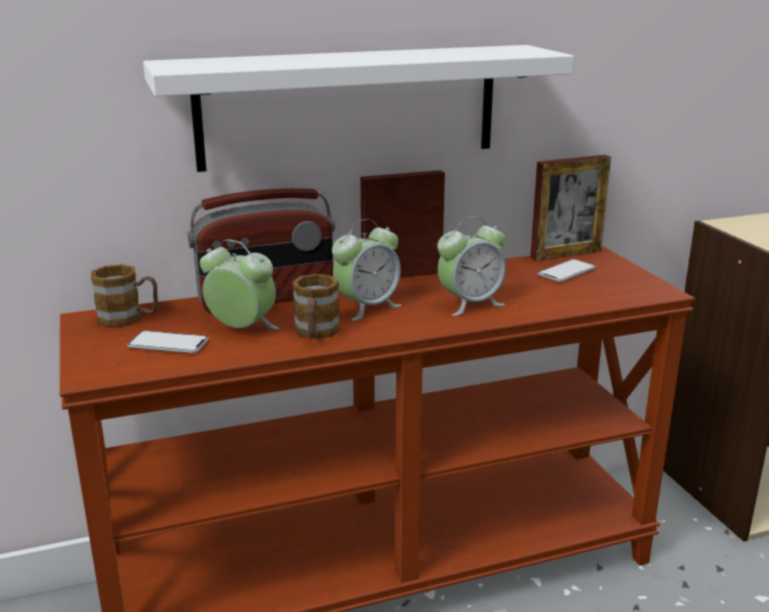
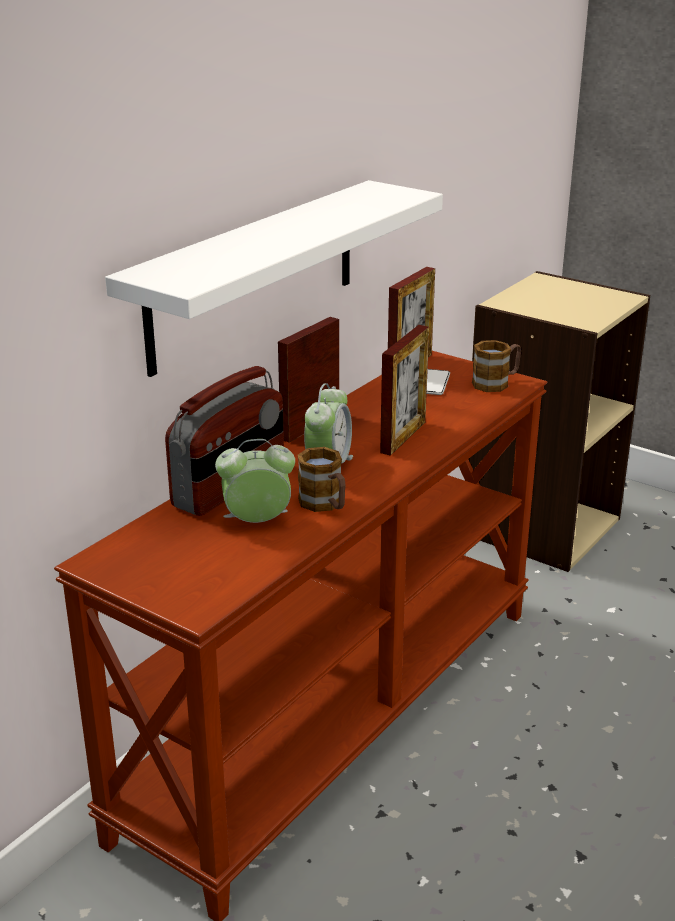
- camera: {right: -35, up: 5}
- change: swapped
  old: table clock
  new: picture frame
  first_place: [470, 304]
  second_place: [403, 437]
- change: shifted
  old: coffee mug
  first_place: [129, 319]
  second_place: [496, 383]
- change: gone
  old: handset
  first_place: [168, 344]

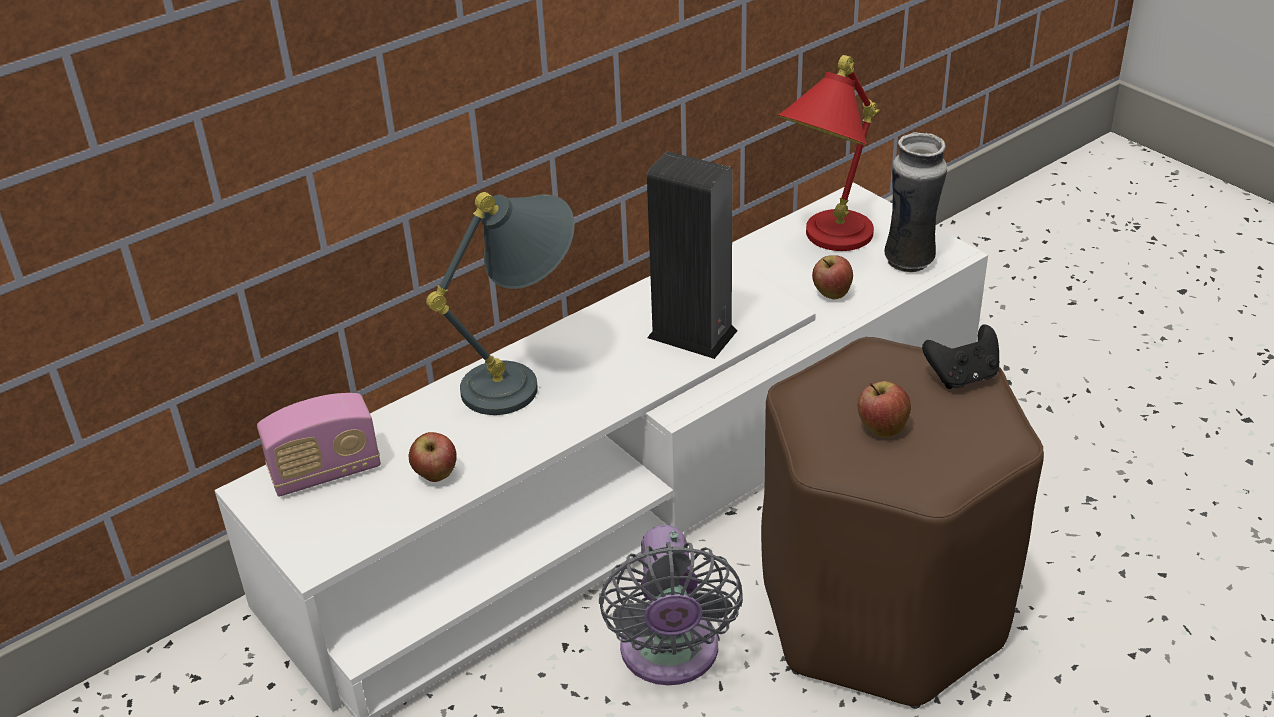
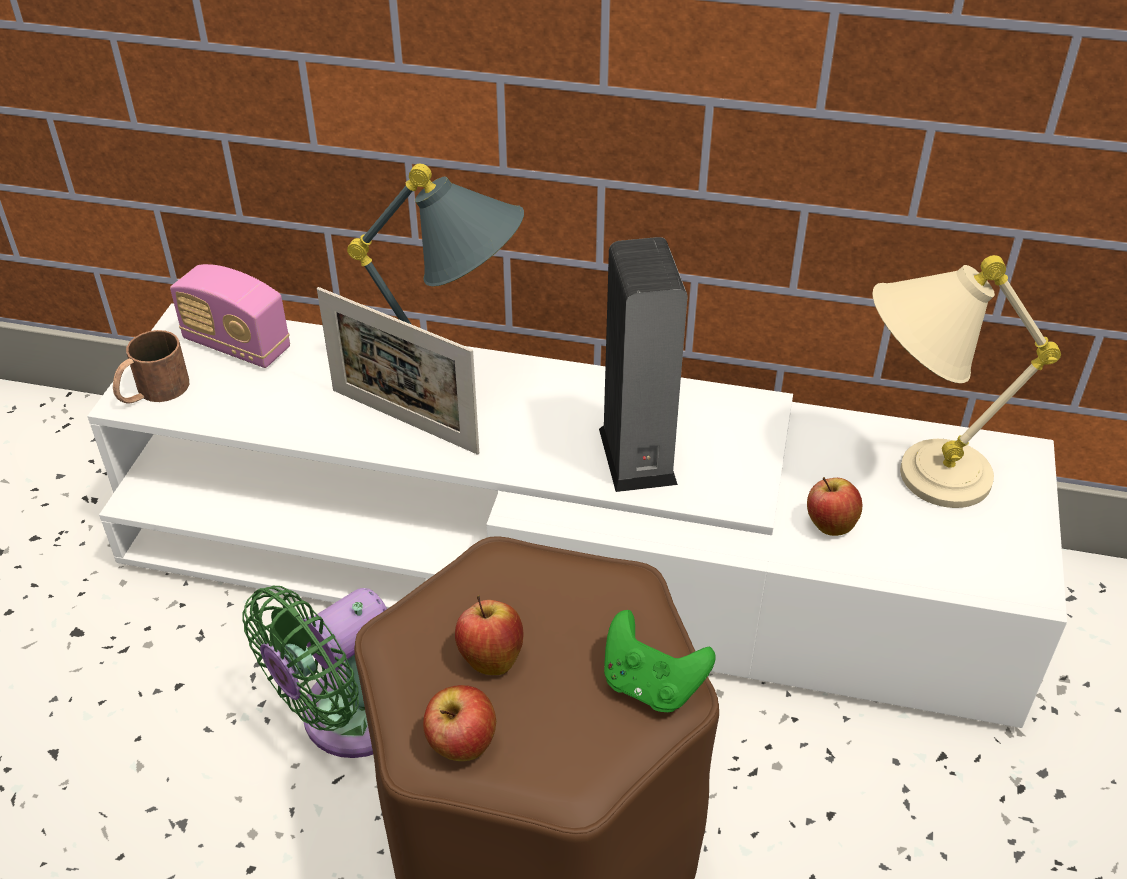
- camera: {right: 50, up: 5}
- change: repainted
  old: tabletop lamp in reddish
  new: tabletop lamp in beige-coloured
  first_place: [825, 244]
  second_place: [911, 475]
- change: gone
  old: vase
  first_place: [910, 261]
- change: repainted
  old: gamepad in black
  new: gamepad in green-coloured
  first_place: [962, 377]
  second_place: [651, 685]
- change: shifted
  old: apple
  first_place: [436, 476]
  second_place: [462, 746]
- change: repainted
  old: cooling fan in grey
  new: cooling fan in green-coloured
  first_place: [670, 656]
  second_place: [346, 718]
- change: new
  new: picture frame
  second_place: [404, 421]
- change: new
  new: coffee mug in brown
  second_place: [152, 392]

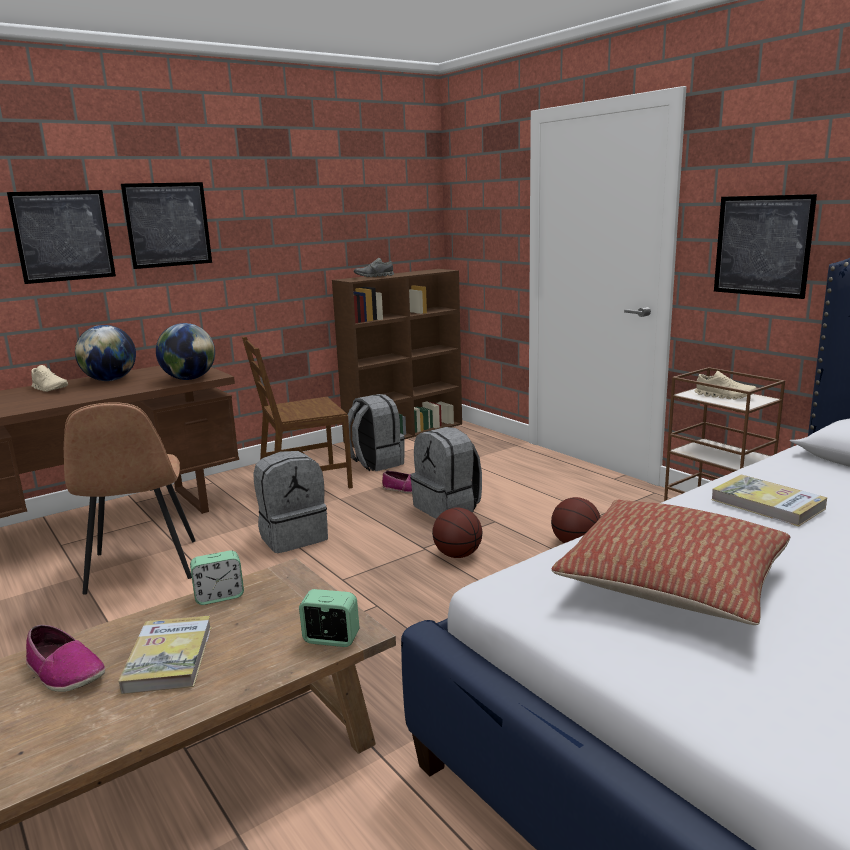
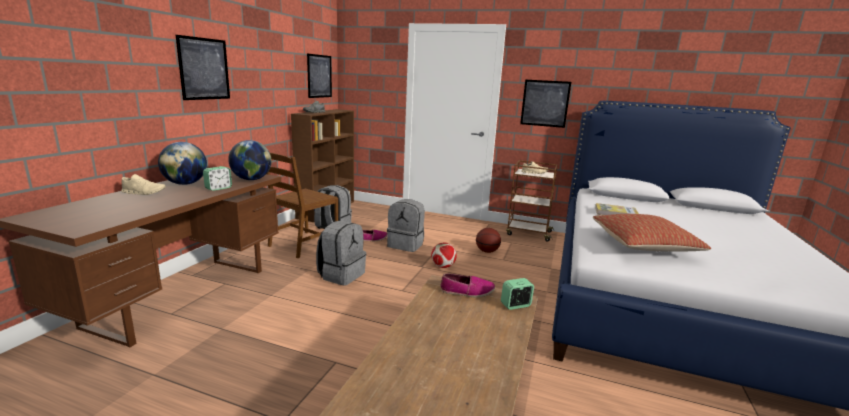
- camera: {right: -35, up: 0}
- change: shifted
  old: wall picture
  first_place: [63, 236]
  second_place: [319, 76]
- change: gone
  old: chair in brown
  first_place: [142, 567]
- change: swapped
  old: basketball ball
  new: football
  first_place: [458, 555]
  second_place: [443, 266]
- change: shifted
  old: table clock
  first_place: [219, 596]
  second_place: [218, 188]
- change: gone
  old: volume
  first_place: [169, 658]
- change: shifted
  old: low shoe
  first_place: [64, 672]
  second_place: [467, 291]

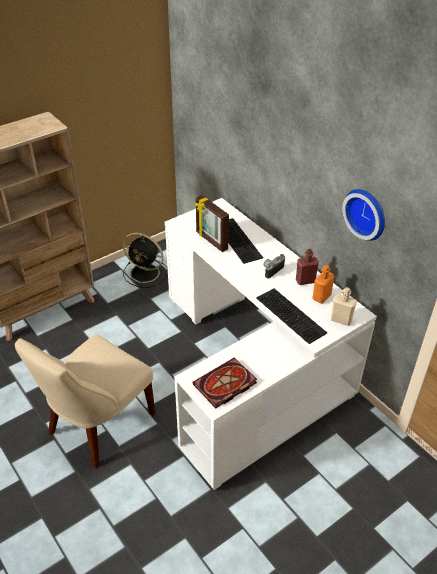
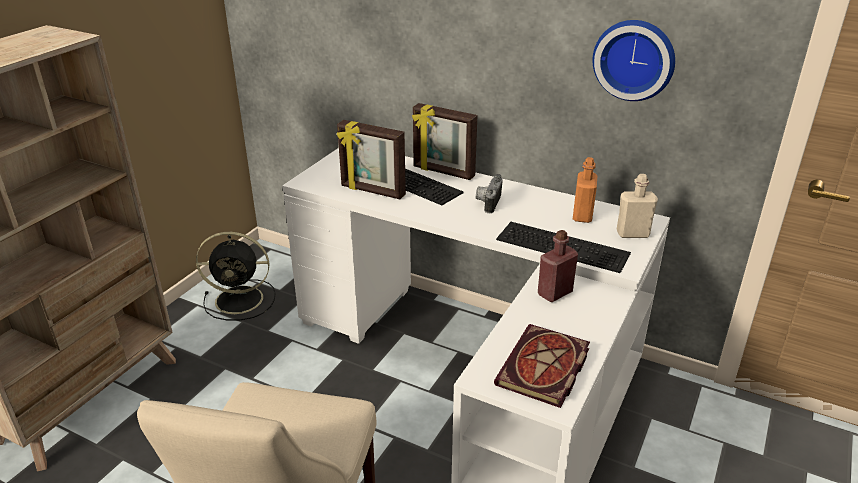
- camera: {right: -25, up: -10}
- change: shifted
  old: bottle in reddish
  first_place: [305, 281]
  second_place: [555, 293]
- change: new
  new: picture frame
  second_place: [443, 172]

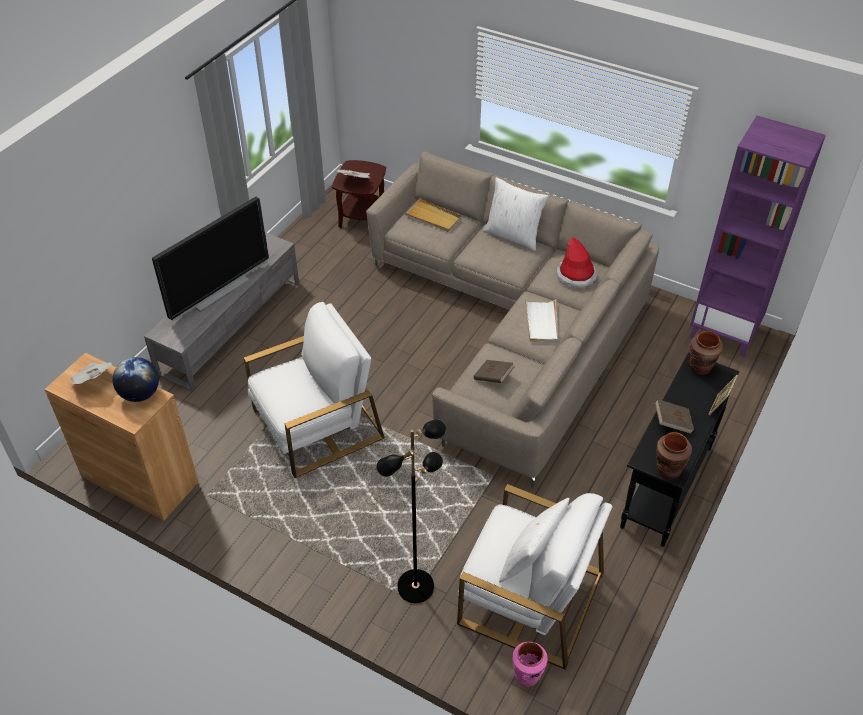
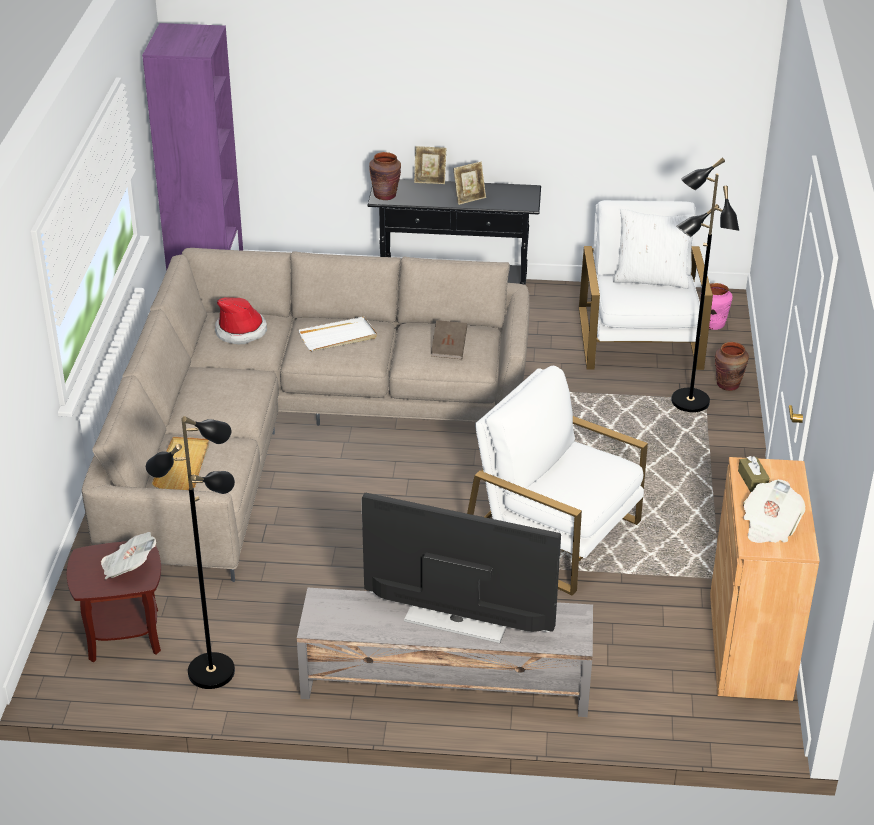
- camera: {right: -115, up: -10}
- change: gone
  old: cushion in white
  first_place: [513, 236]
- change: swapped
  old: globe
  new: box of tissues in brown
  first_place: [140, 394]
  second_place: [752, 480]
- change: swapped
  old: volume in brown
  new: picture frame
  first_place: [672, 422]
  second_place: [469, 198]
- change: shifted
  old: vase in brown
  first_place: [668, 470]
  second_place: [728, 384]
- change: new
  new: floor lamp in black
  second_place: [211, 670]

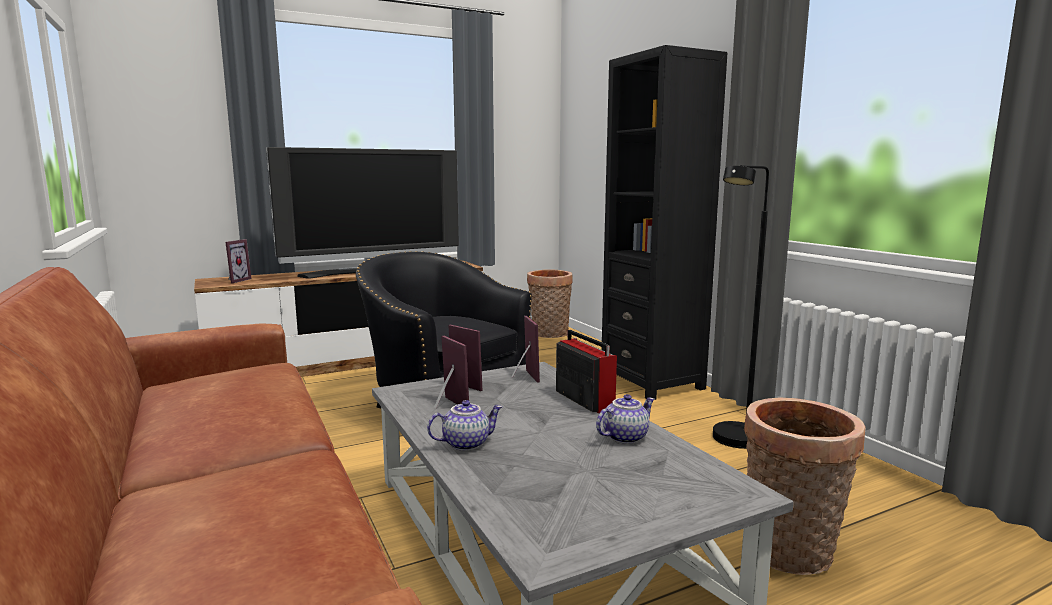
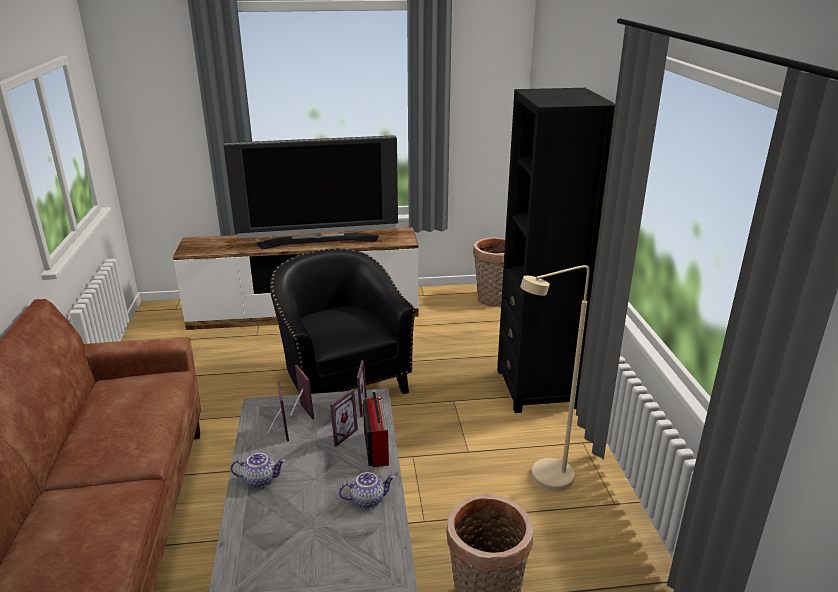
- camera: {right: 20, up: 15}
- change: repainted
  old: floor lamp in black
  new: floor lamp in beige-coloured
  first_place: [733, 443]
  second_place: [543, 482]
- change: shifted
  old: picture frame
  first_place: [235, 280]
  second_place: [339, 434]

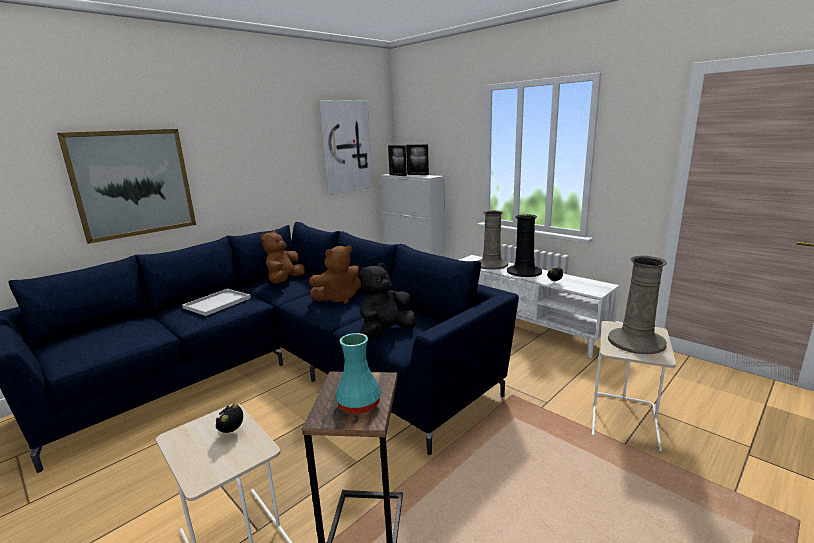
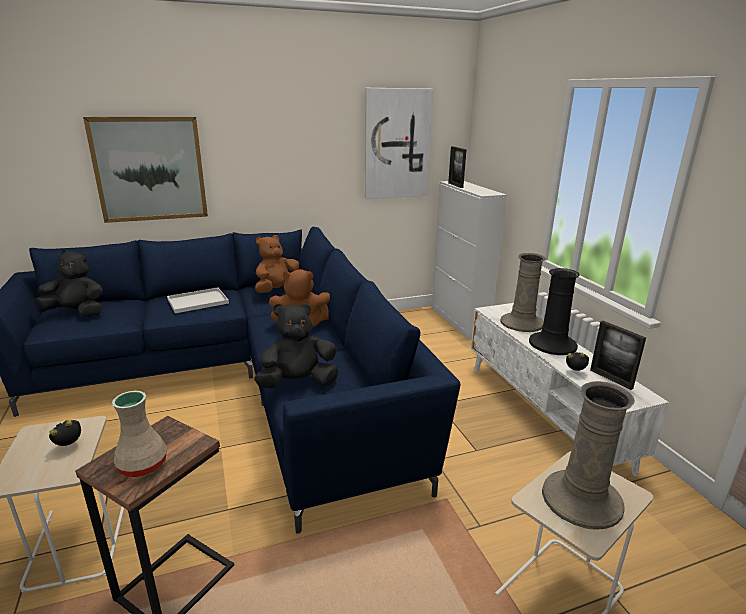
- camera: {right: 25, up: 5}
- change: shifted
  old: picture frame
  first_place: [417, 174]
  second_place: [611, 379]
- change: repainted
  old: vase in turquoise
  new: vase in beige-coloured
  first_place: [358, 406]
  second_place: [142, 466]
- change: new
  new: soft toy in black
  second_place: [77, 313]

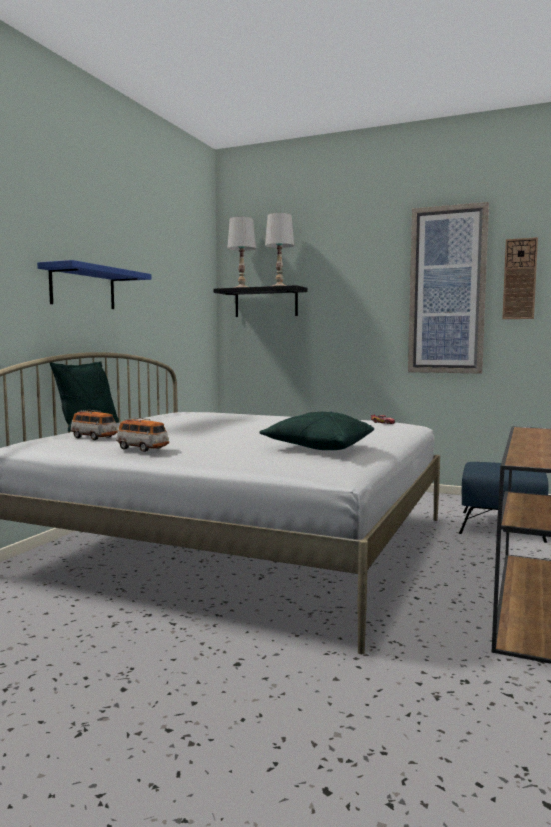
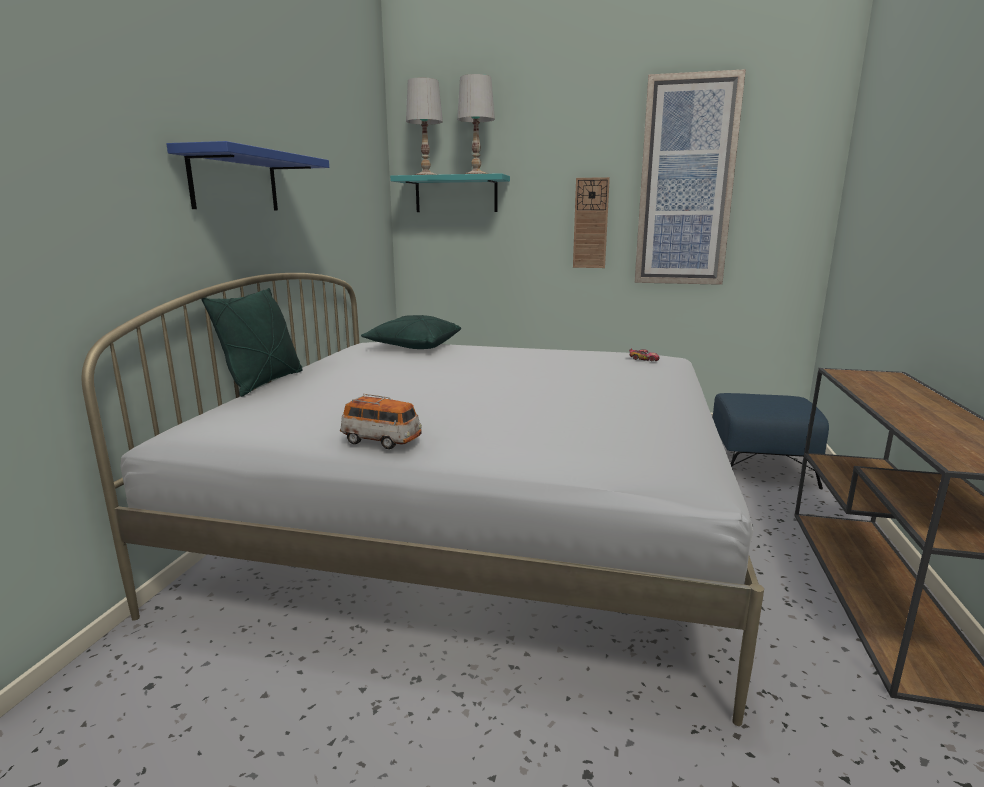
- camera: {right: -10, up: 10}
- change: shifted
  old: hanging clock
  first_place: [519, 279]
  second_place: [590, 223]
- change: repainted
  old: wall shelf in black
  new: wall shelf in turquoise
  first_place: [266, 302]
  second_place: [456, 194]
- change: gone
  old: model car
  first_place: [94, 437]
- change: shifted
  old: cushion in green-coloured
  first_place: [318, 448]
  second_place: [413, 346]

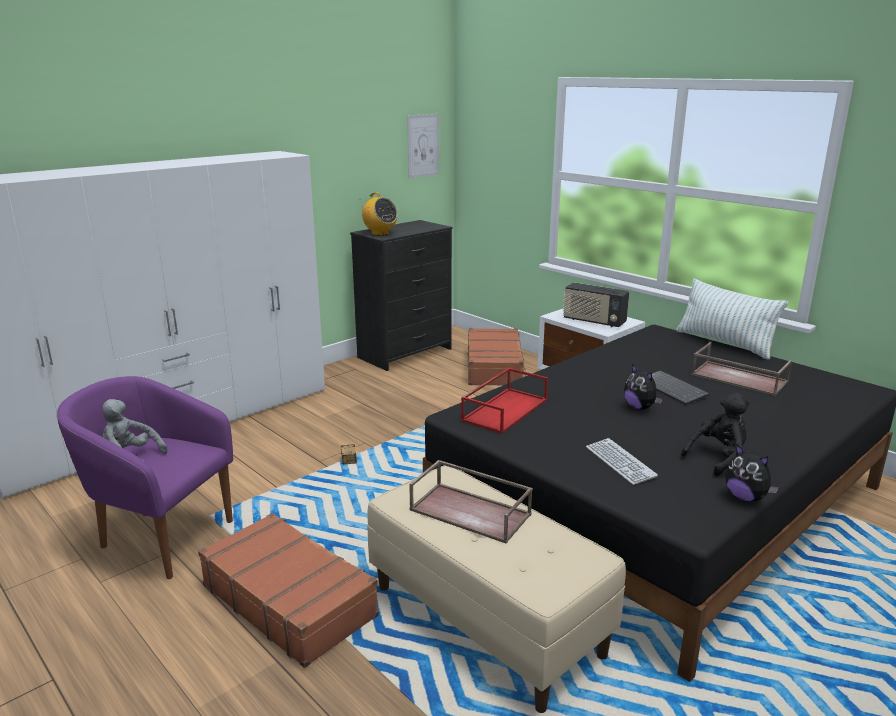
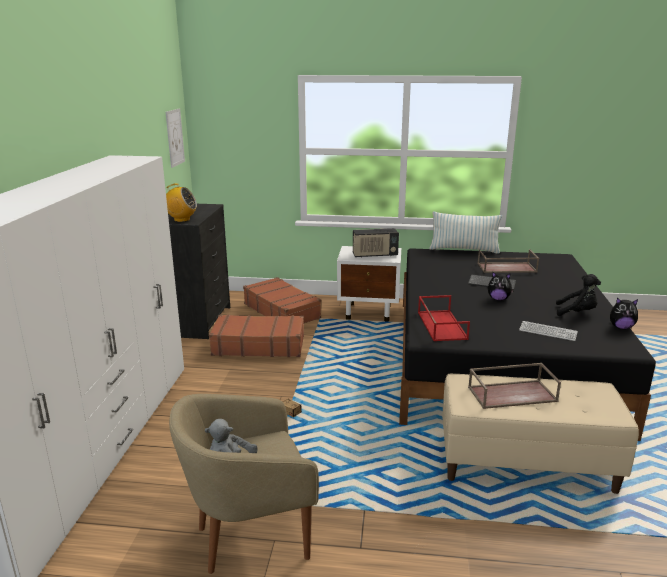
- camera: {right: -40, up: 0}
- change: repainted
  old: easy chair in purple
  new: easy chair in beige-coloured
  first_place: [161, 538]
  second_place: [249, 537]
- change: rotated
  old: soft toy in black
  first_place: [718, 458]
  second_place: [577, 313]
  degrees: 90
- change: shifted
  old: piece of luggage in brown
  first_place: [289, 600]
  second_place: [258, 345]

